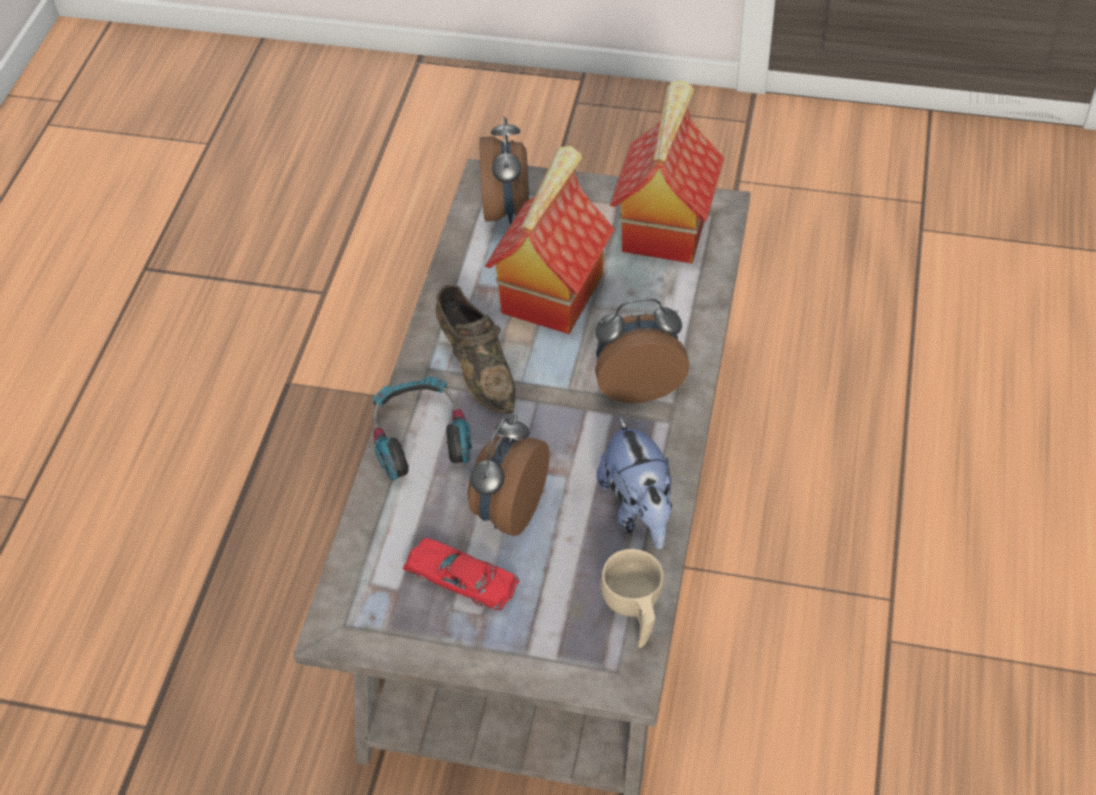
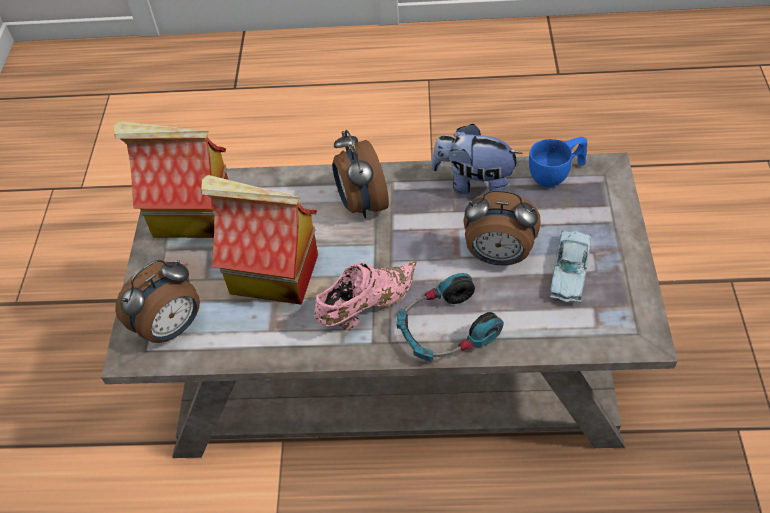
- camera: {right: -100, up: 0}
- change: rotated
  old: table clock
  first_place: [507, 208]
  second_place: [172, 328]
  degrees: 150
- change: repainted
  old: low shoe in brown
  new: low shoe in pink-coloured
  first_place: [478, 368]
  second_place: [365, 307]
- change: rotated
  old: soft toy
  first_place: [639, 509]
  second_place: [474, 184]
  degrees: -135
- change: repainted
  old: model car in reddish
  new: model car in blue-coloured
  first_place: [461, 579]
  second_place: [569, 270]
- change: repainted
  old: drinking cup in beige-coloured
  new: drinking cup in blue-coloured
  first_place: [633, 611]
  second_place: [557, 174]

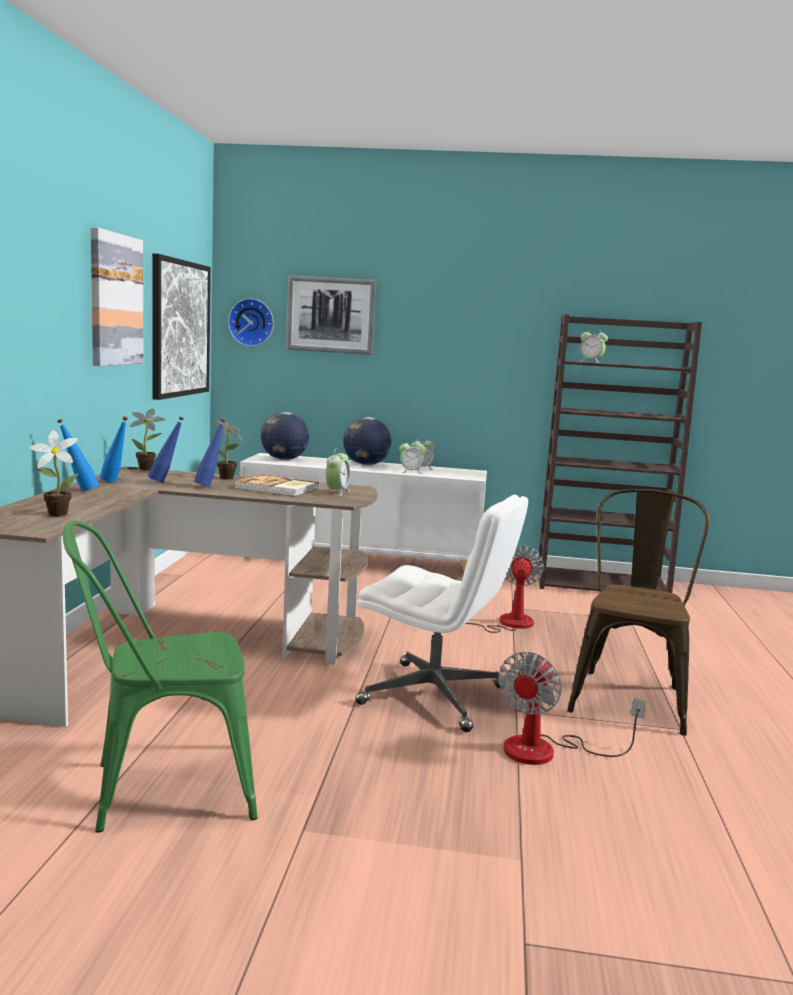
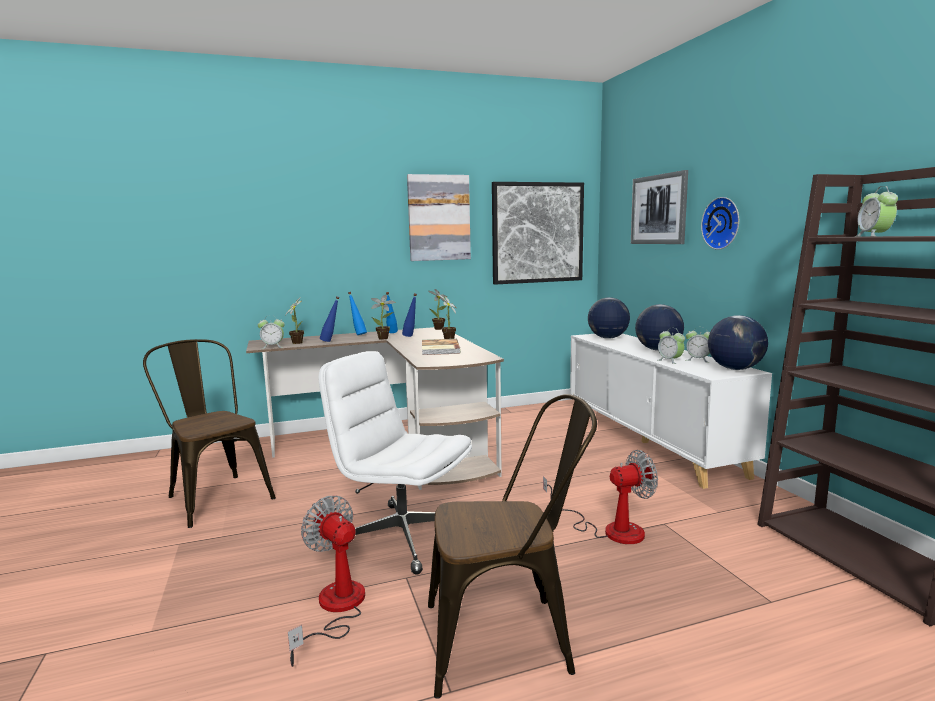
- camera: {right: 65, up: 0}
- change: shifted
  old: hanging clock
  first_place: [252, 322]
  second_place: [723, 223]
- change: shifted
  old: bottle in blue-coloured
  first_place: [210, 486]
  second_place: [331, 341]
- change: shifted
  old: table clock
  first_place: [337, 492]
  second_place: [273, 347]
- change: rotated
  old: office chair in white
  first_place: [435, 696]
  second_place: [401, 536]
  degrees: 120
- change: repainted
  old: chair in green-coloured
  new: chair in brown
  first_place: [159, 788]
  second_place: [215, 495]
- change: rotated
  old: cooling fan
  first_place: [547, 751]
  second_place: [335, 609]
  degrees: 45
- change: new
  new: houseplant
  second_place: [385, 338]
- change: new
  new: globe
  second_place: [735, 369]

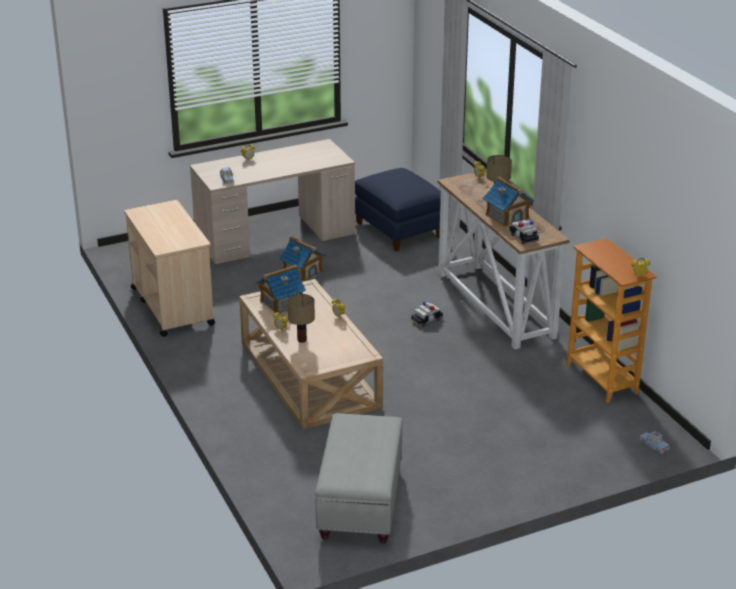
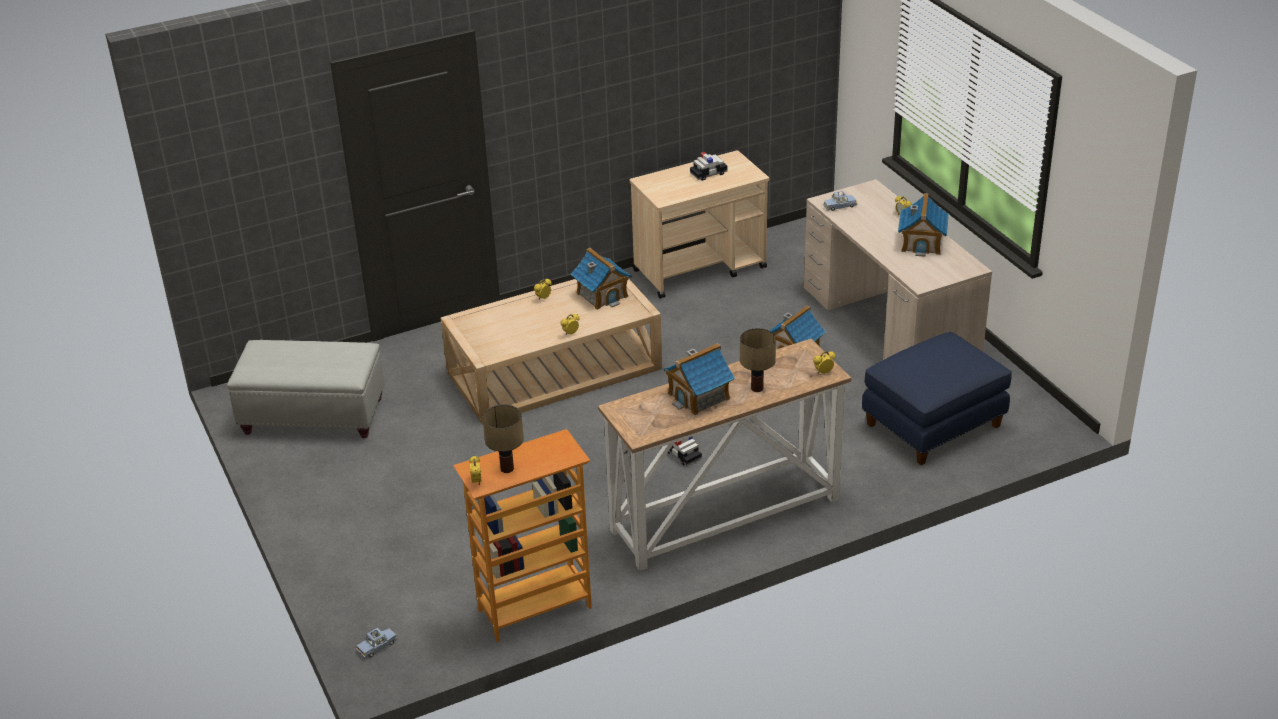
- camera: {right: 90, up: 5}
- change: shifted
  old: model car
  first_place: [523, 237]
  second_place: [708, 173]
- change: shifted
  old: tabletop lamp
  first_place: [302, 339]
  second_place: [508, 468]
- change: new
  new: toy house
  second_place: [922, 243]

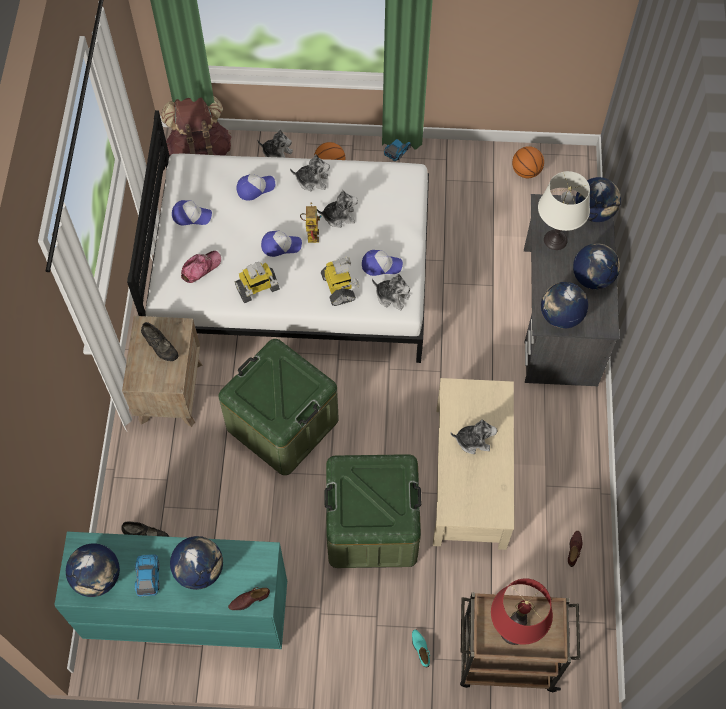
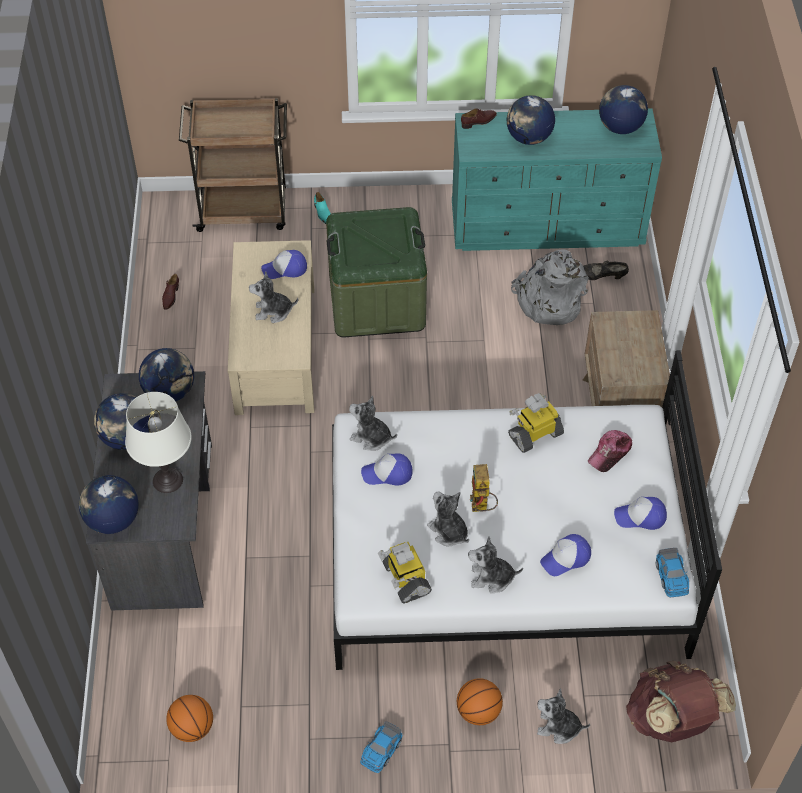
- camera: {right: 175, up: -10}
- change: rotated
  old: soft toy
  first_place: [339, 216]
  second_place: [448, 531]
  degrees: 60
- change: shifted
  old: peaked cap
  first_place: [281, 245]
  second_place: [285, 269]
- change: shifted
  old: toy robot
  first_place: [339, 287]
  second_place: [405, 579]
- change: gone
  old: low shoe in black
  first_place: [160, 348]
- change: gone
  old: storage bin in green-coloured
  first_place: [282, 424]
- change: shifted
  old: model car
  first_place: [148, 576]
  second_place: [671, 576]
- change: gone
  old: tabletop lamp in reddish
  first_place: [513, 630]
- change: new
  new: rucksack in grey
  second_place: [548, 301]

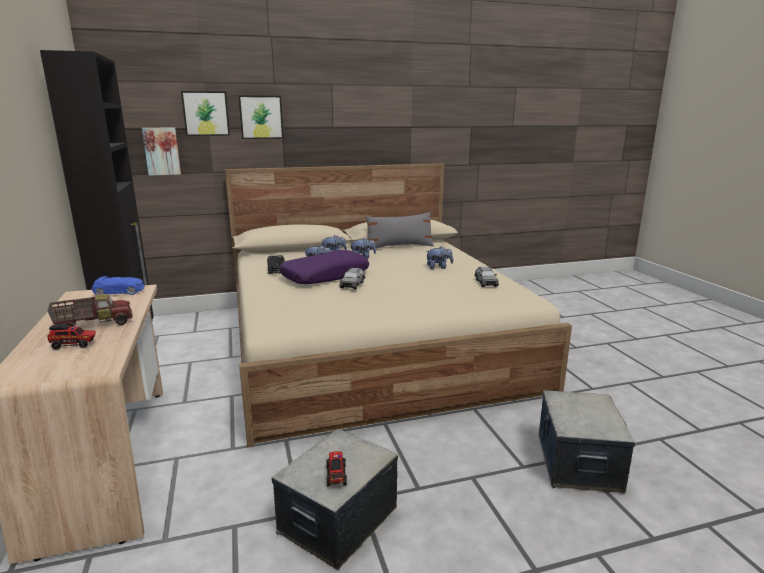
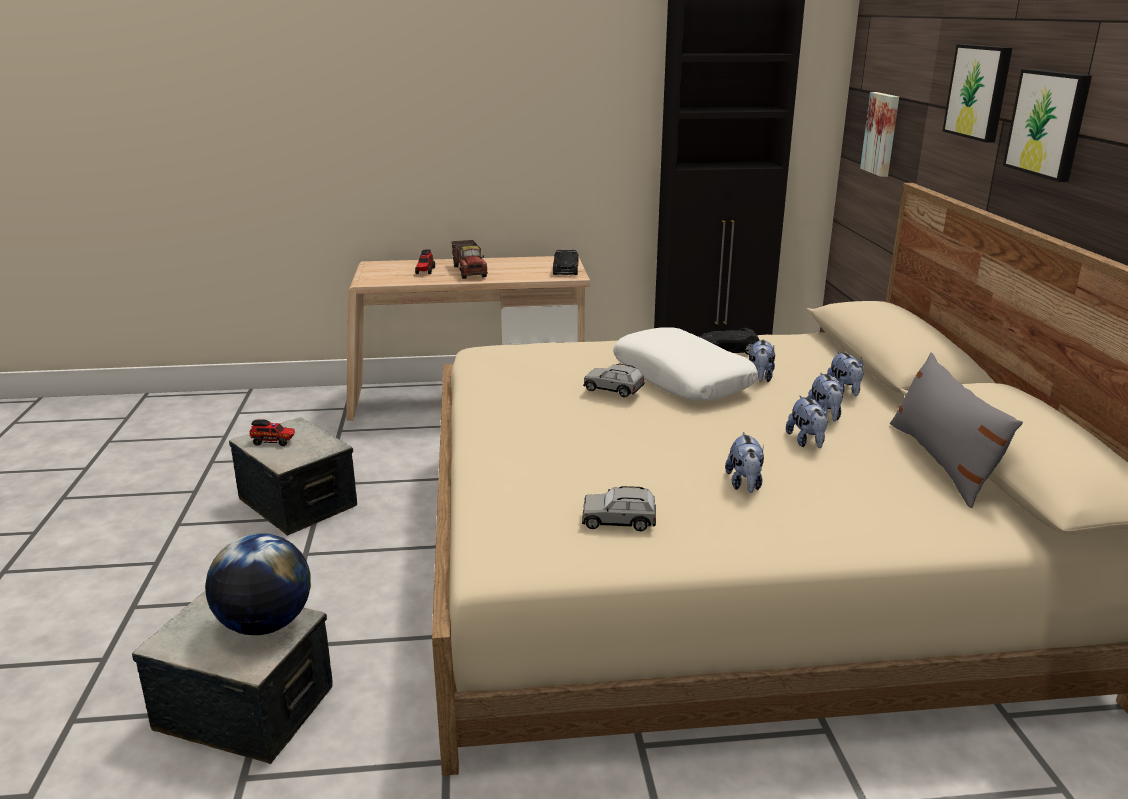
- camera: {right: 100, up: 5}
- change: shifted
  old: wall picture
  first_place: [206, 113]
  second_place: [1049, 123]
- change: repainted
  old: cushion in purple
  new: cushion in white
  first_place: [325, 276]
  second_place: [682, 378]
- change: repainted
  old: model car in blue-coloured
  new: model car in black
  first_place: [120, 292]
  second_place: [565, 270]
- change: new
  new: soft toy
  second_place: [807, 442]
- change: new
  new: globe
  second_place: [265, 624]

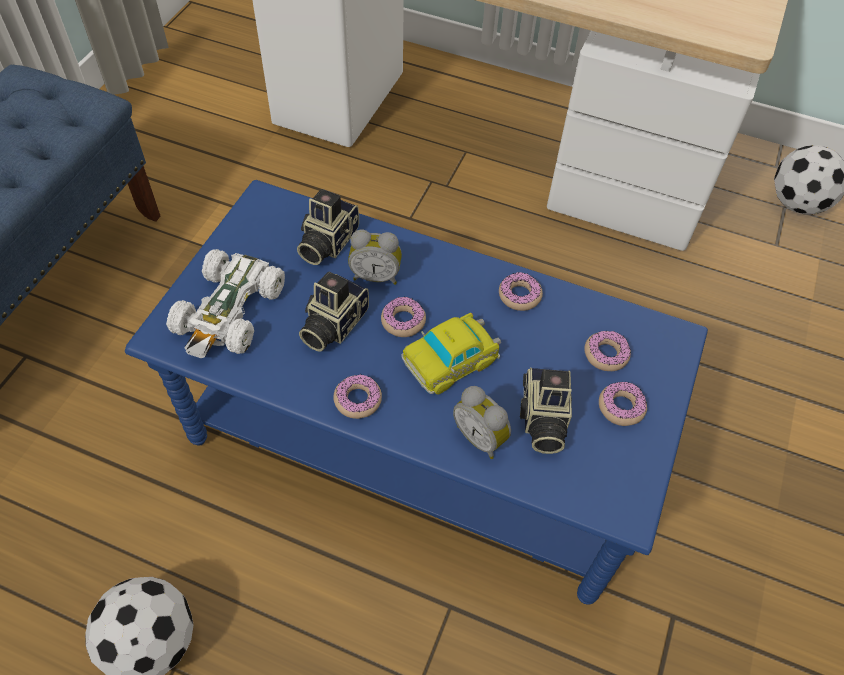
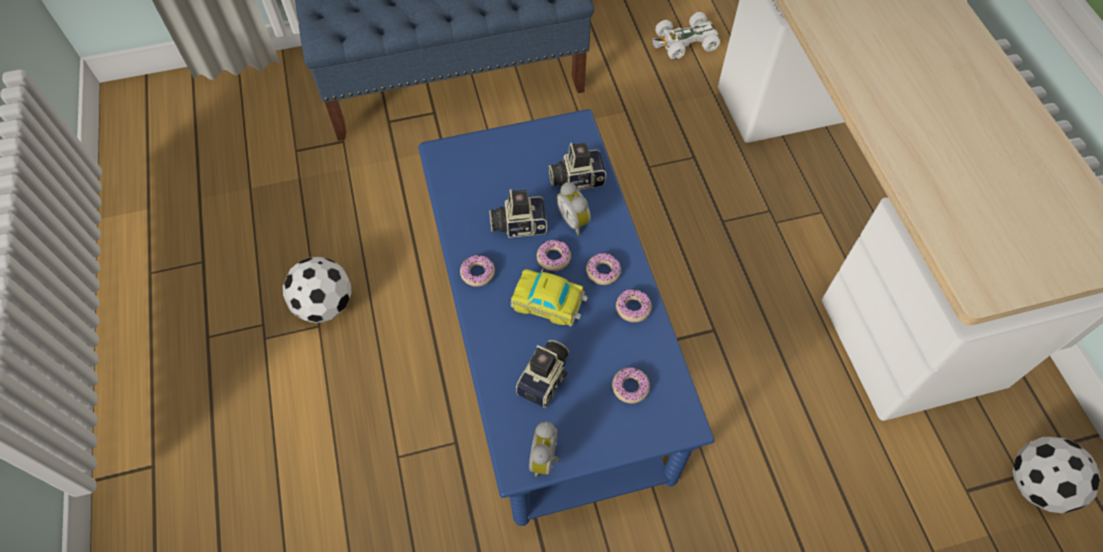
- camera: {right: 55, up: 5}
- change: shifted
  old: model car in white
  first_place: [229, 312]
  second_place: [685, 42]
- change: rotated
  old: photo camera
  first_place: [542, 419]
  second_place: [546, 379]
  degrees: 150
- change: shifted
  old: doughnut
  first_place: [621, 407]
  second_place: [603, 271]
- change: shifted
  old: table clock
  first_place: [481, 437]
  second_place: [546, 459]

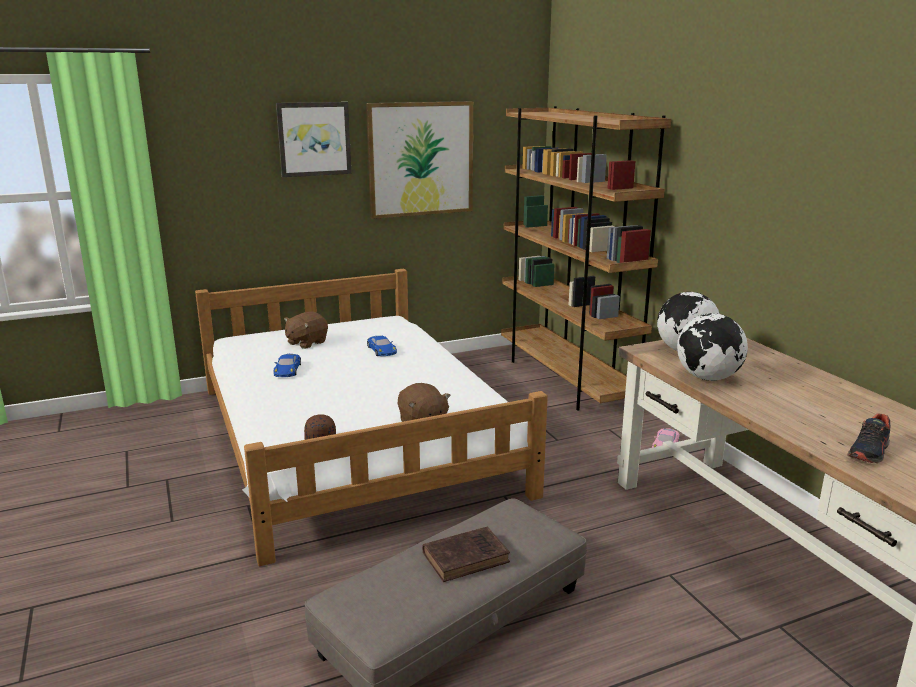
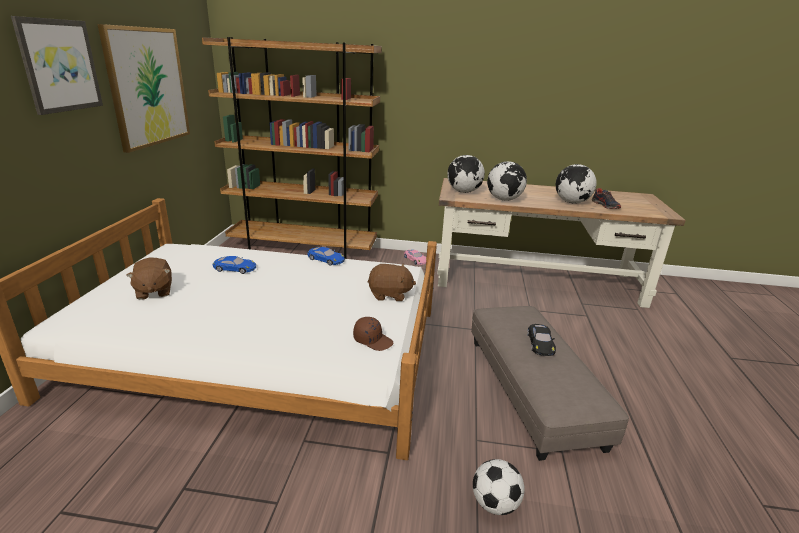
- camera: {right: -60, up: 5}
- change: shifted
  old: model car in blue-coloured
  first_place: [287, 370]
  second_place: [326, 259]
- change: swapped
  old: volume in brown
  new: model car in black
  first_place: [468, 557]
  second_place: [540, 343]
- change: new
  new: globe
  second_place: [571, 202]
- change: new
  new: football
  second_place: [495, 504]

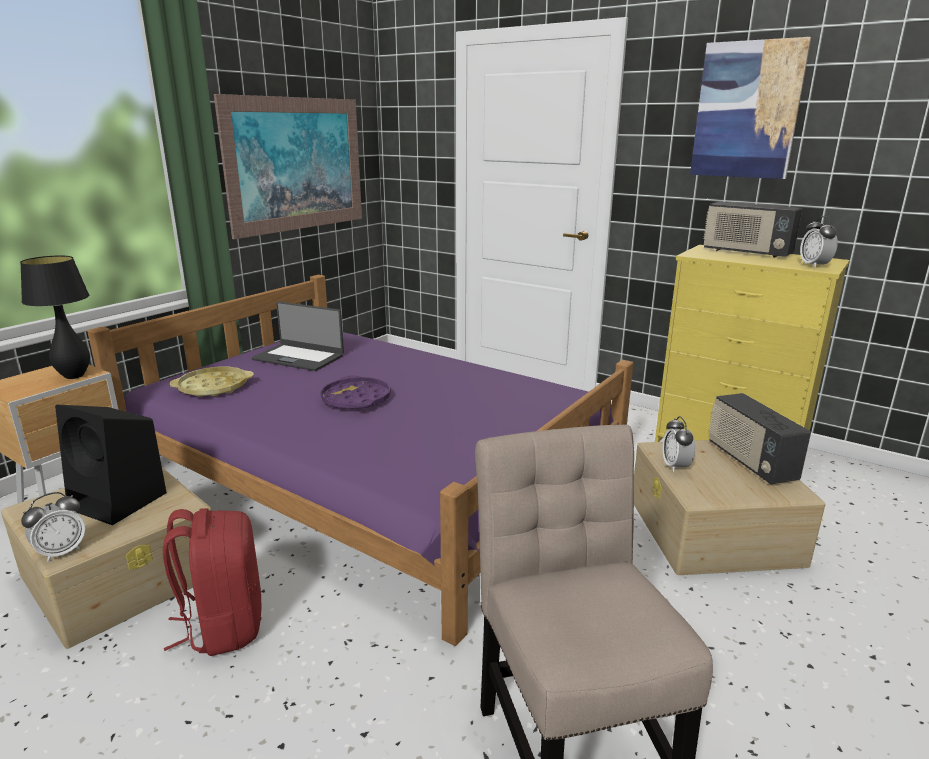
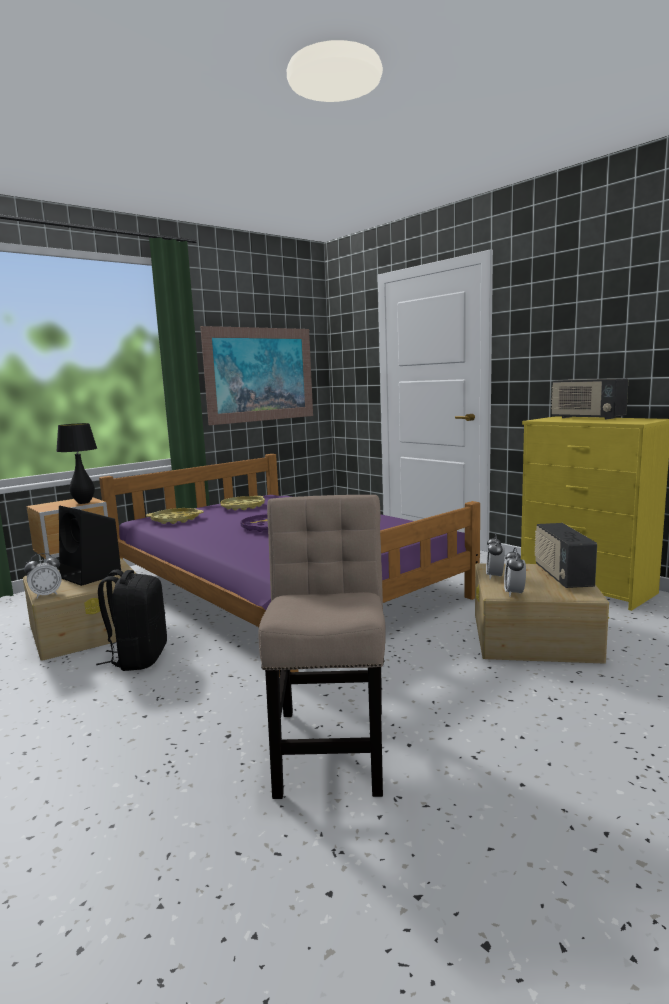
- camera: {right: 15, up: -10}
- change: gone
  old: wall picture
  first_place: [747, 110]
- change: shifted
  old: table clock
  first_place: [814, 265]
  second_place: [514, 593]
- change: swapped
  old: portable computer
  new: carrying tray in yellow-coloured
  first_place: [299, 357]
  second_place: [243, 507]
- change: repainted
  old: rucksack in reddish
  new: rucksack in black
  first_place: [223, 625]
  second_place: [138, 658]

